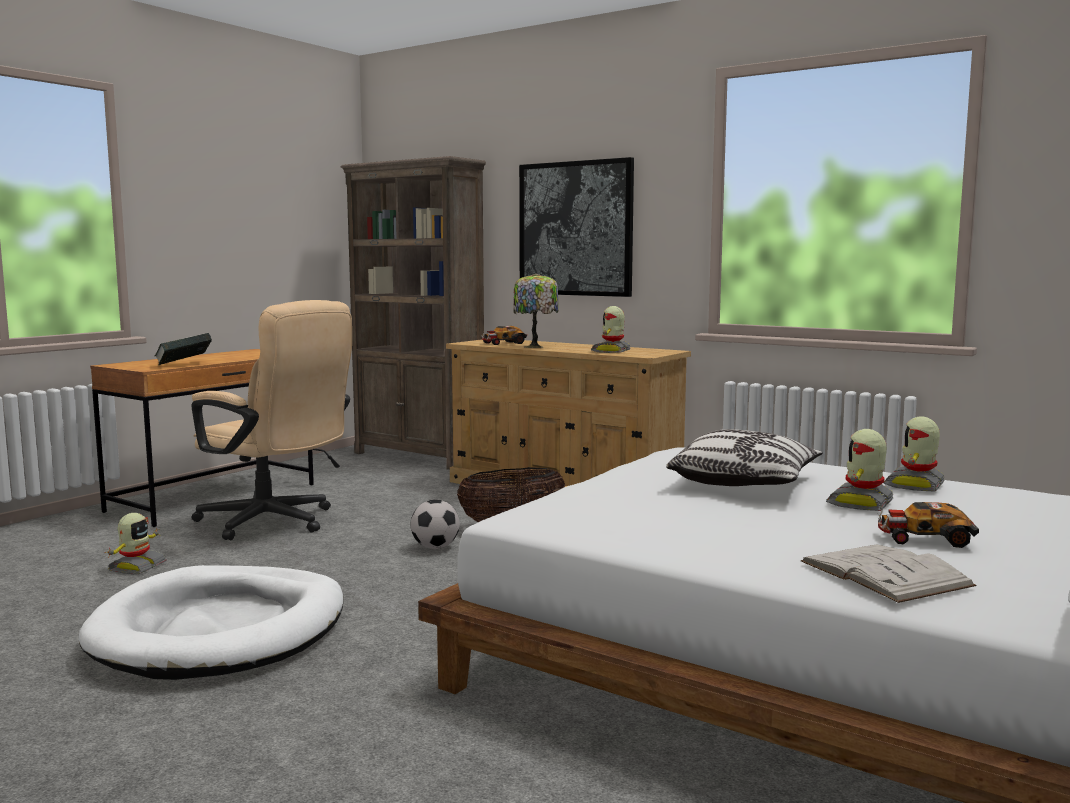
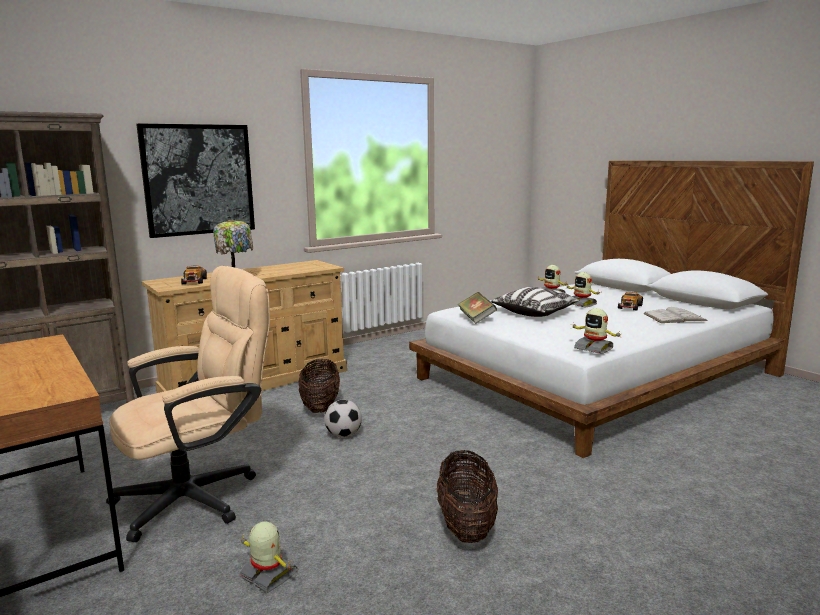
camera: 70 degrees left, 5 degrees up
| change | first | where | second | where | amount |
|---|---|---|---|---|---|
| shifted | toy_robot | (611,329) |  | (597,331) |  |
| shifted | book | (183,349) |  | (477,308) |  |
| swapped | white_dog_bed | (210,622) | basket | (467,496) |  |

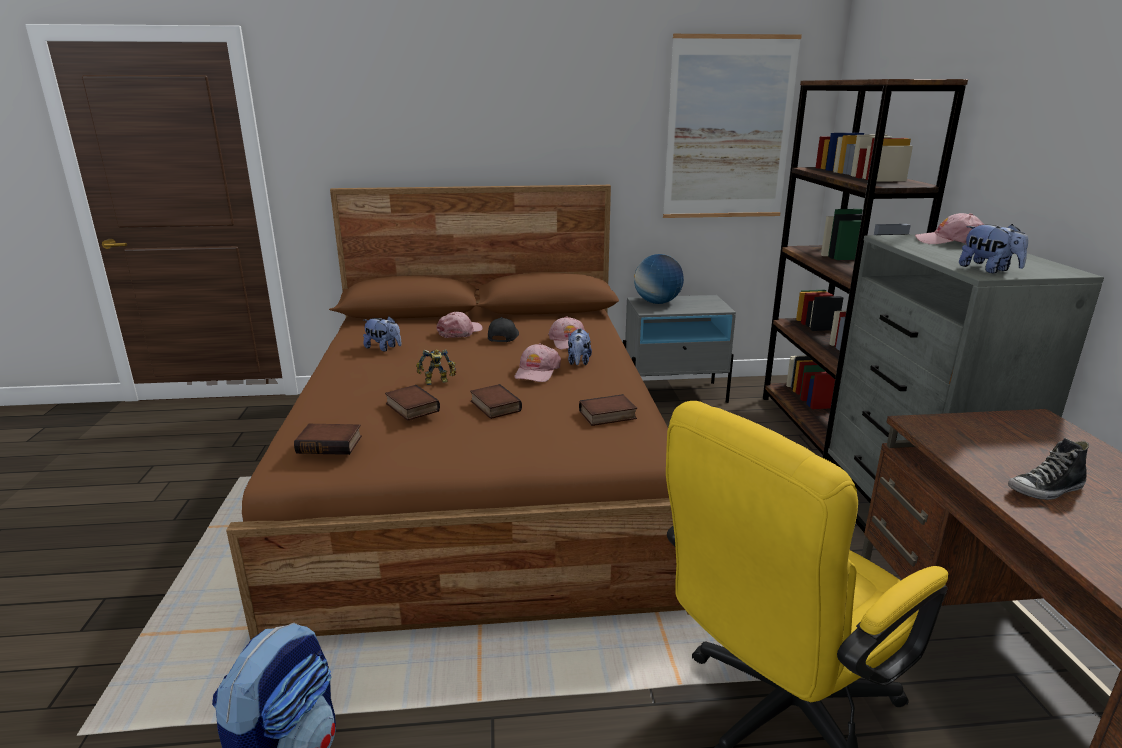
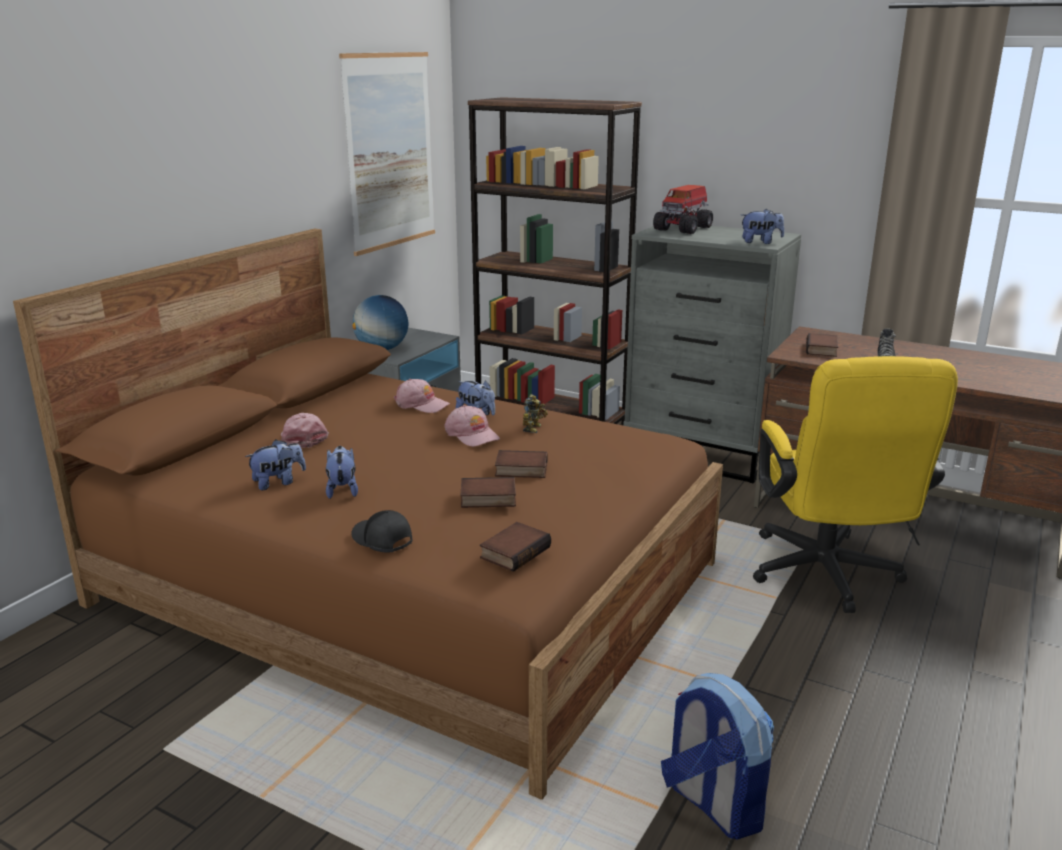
camera: 55 degrees left, 0 degrees up
| change | first | where | second | where | amount |
|---|---|---|---|---|---|
| swapped | pink_cap | (949,228) | toy_truck | (683,209) |  |
| shifted | black_cap | (503,329) |  | (381,531) |  |
| shifted | toy_robot | (436,367) |  | (535,413) |  |
| shifted | book | (608,410) |  | (822,345) |  |
| new |  |  | plush_toy | (342,472) |  |

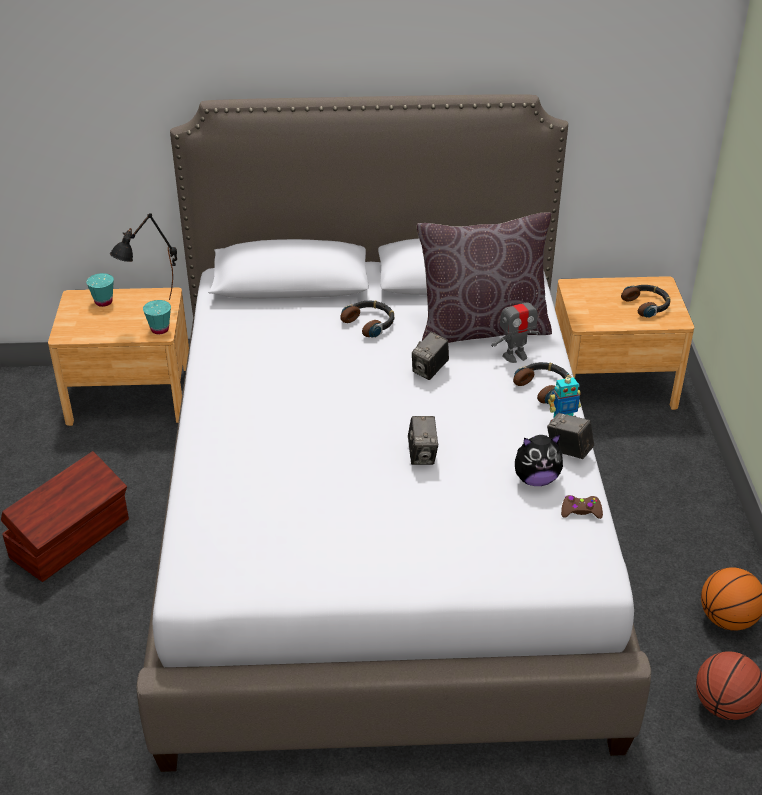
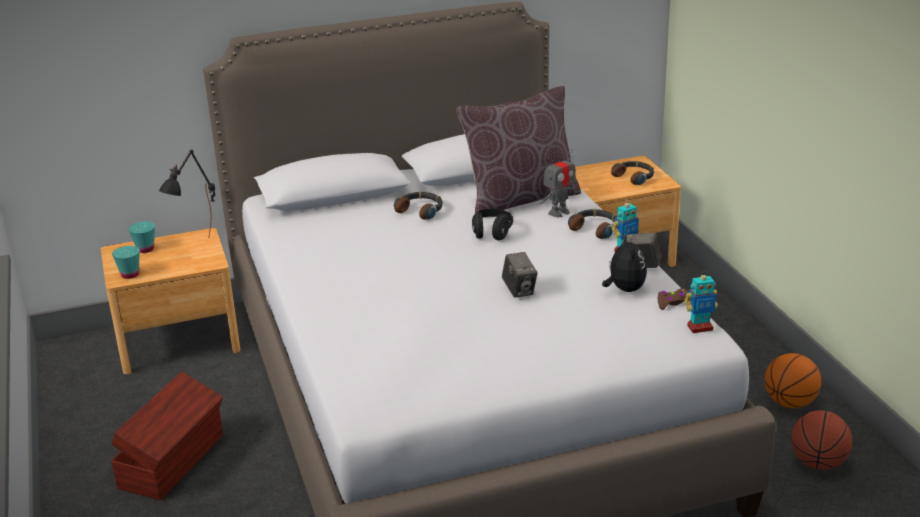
camera: 15 degrees left, 10 degrees down
| change | first | where | second | where | amount |
|---|---|---|---|---|---|
| shifted | turquoise_cup | (157,317) |  | (126,262) |  |
| swapped | photo_camera | (430,356) | black_headphones | (492,225) |  |
| rotated | plush_toy | (539,460) |  | (624,262) | 75 degrees counterclockwise |
| new |  |  | toy_robot | (701,301) |  |

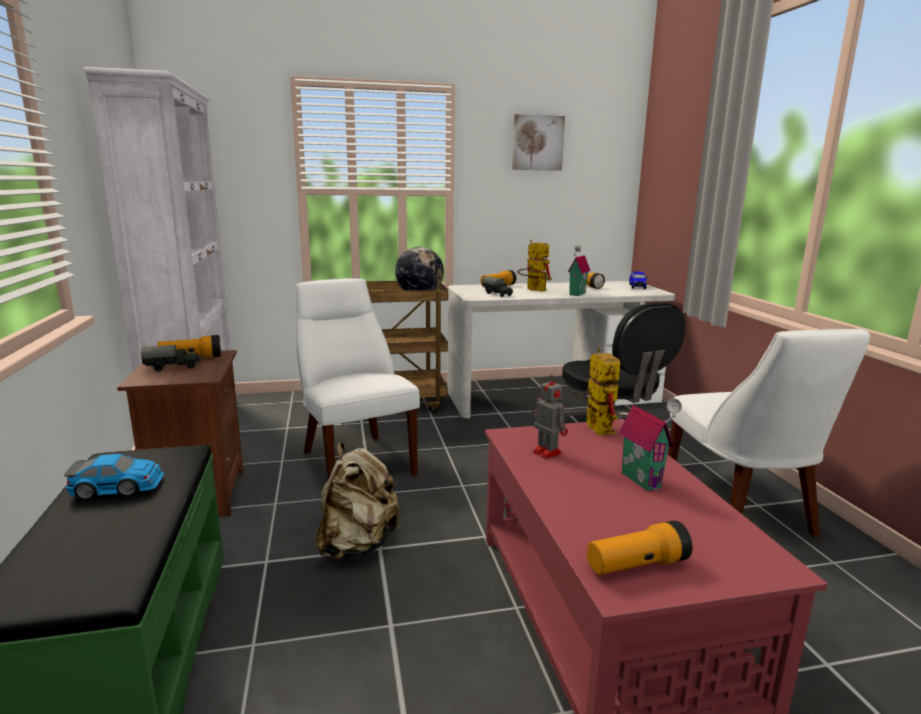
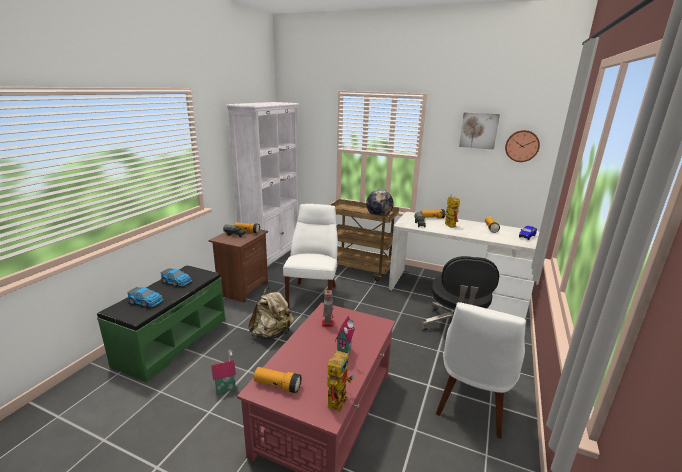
camera: 35 degrees right, 5 degrees up
| change | first | where | second | where | amount |
|---|---|---|---|---|---|
| shifted | toy_house | (579,270) |  | (223,371) |  |
| shifted | toy_robot | (596,391) |  | (340,379) |  |
| new |  |  | wall_clock | (522,146) |  |
| new |  |  | toy_car | (145,297) |  |

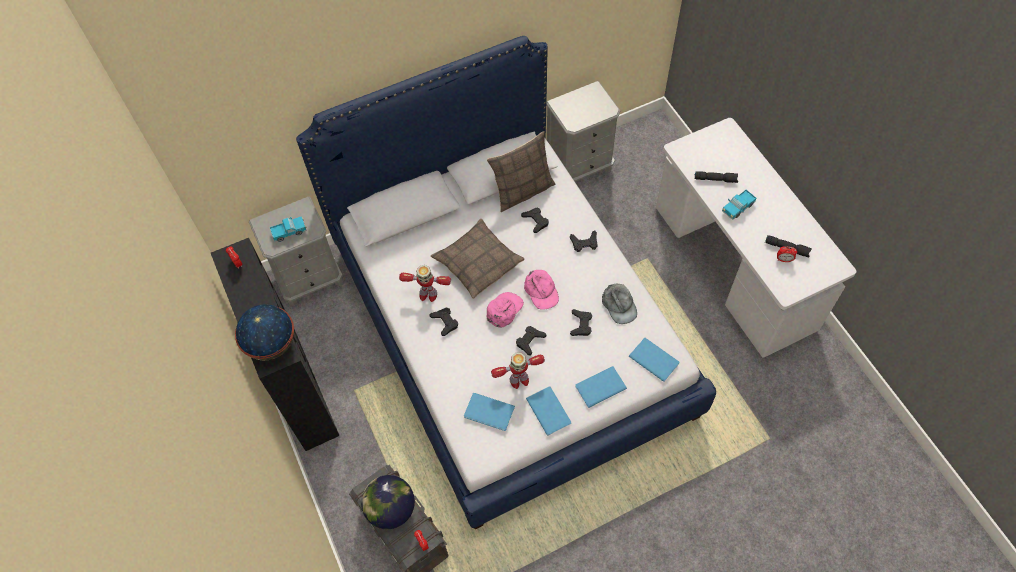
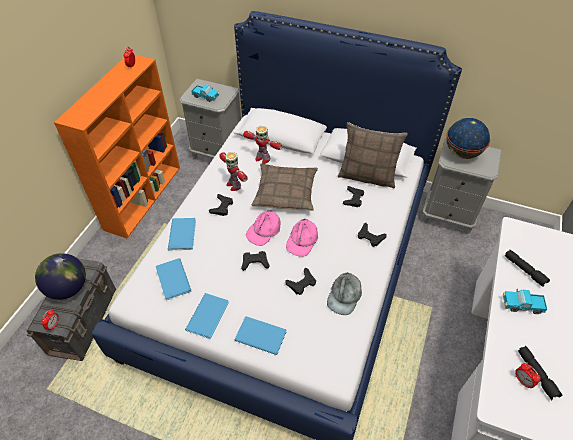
camera: 45 degrees right, 10 degrees down
| change | first | where | second | where | amount |
|---|---|---|---|---|---|
| repainted | black_bookcase | (275,344) | orange_bookcase | (117,146) |  |
| rotated | pink_cap | (505,310) |  | (263,228) | 135 degrees clockwise |
| shifted | globe | (264,332) |  | (468,138) |  |
| shifted | blue_book | (654,360) |  | (182,234) |  |
| shifted | toy_robot | (518,371) |  | (262,145) |  |

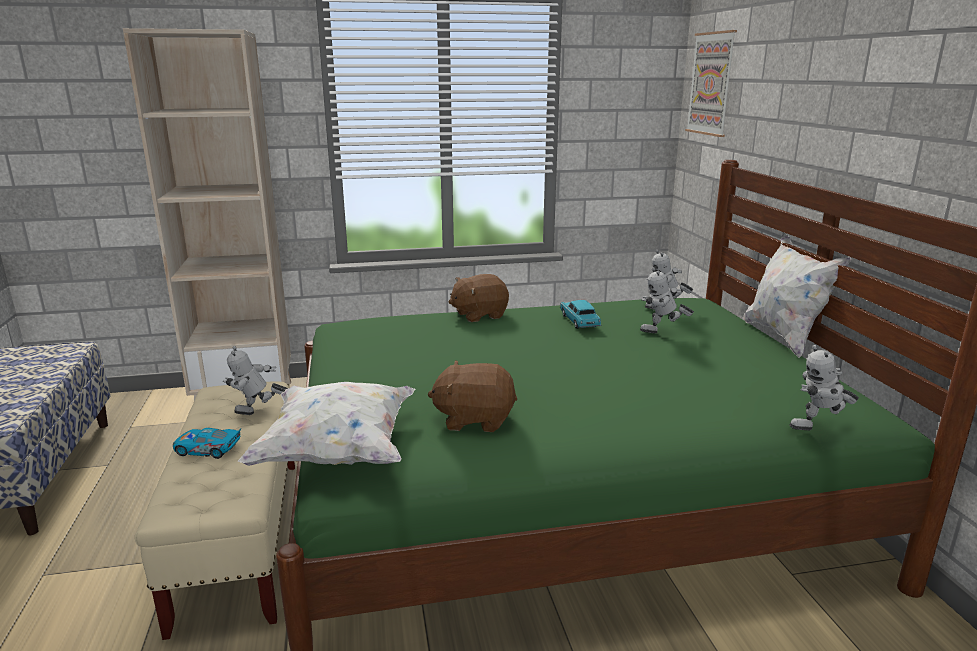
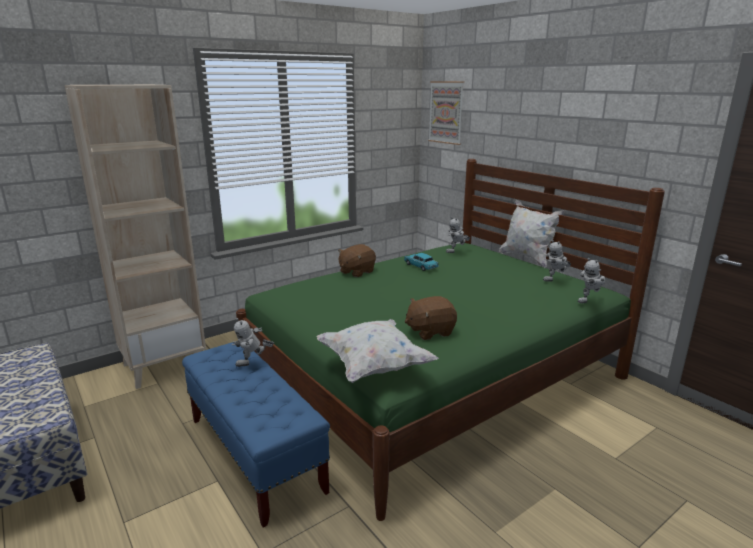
camera: 25 degrees left, 0 degrees up
| change | first | where | second | where | amount |
|---|---|---|---|---|---|
| shifted | toy_robot | (667,300) |  | (557,261) |  |
| repainted | beige_bench | (214,511) | blue_bench | (256,434) |  |
| gone | toy_car | (207,443) |  |  |  |

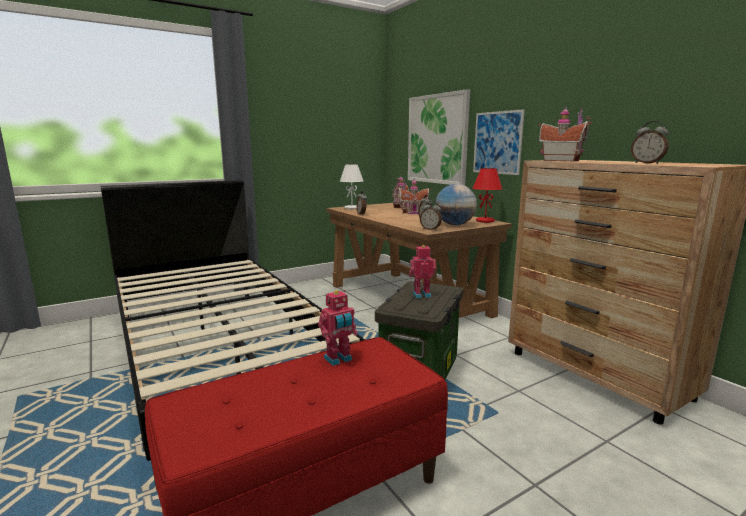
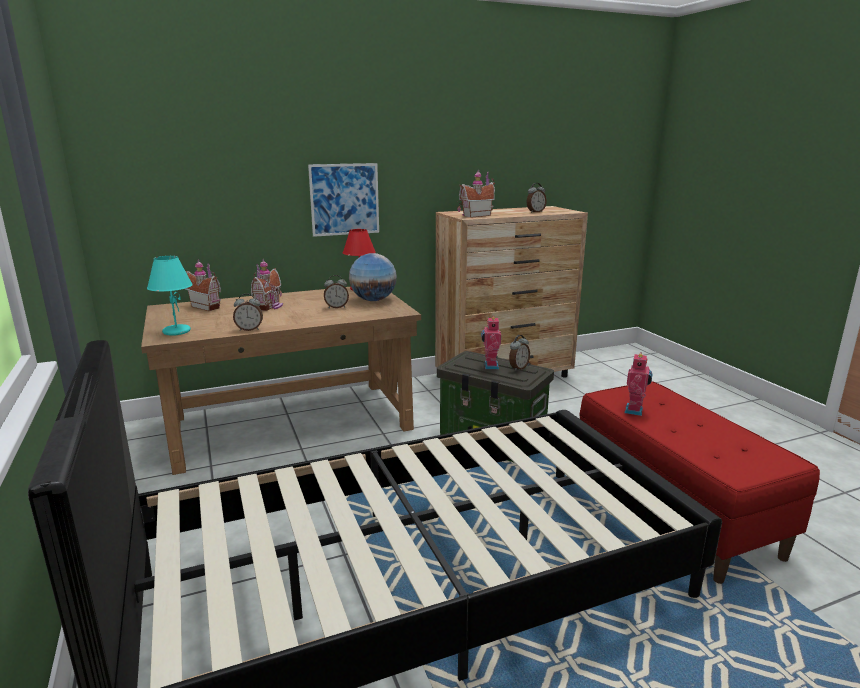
camera: 80 degrees left, 5 degrees up
| change | first | where | second | where | amount |
|---|---|---|---|---|---|
| gone | picture | (439,137) |  |  |  |
| repainted | white_table_lamp | (352,186) | turquoise_table_lamp | (170,296) |  |
| shifted | alarm_clock | (431,215) |  | (519,353) |  |
| rotated | toy_robot | (338,328) |  | (638,384) | 45 degrees clockwise |

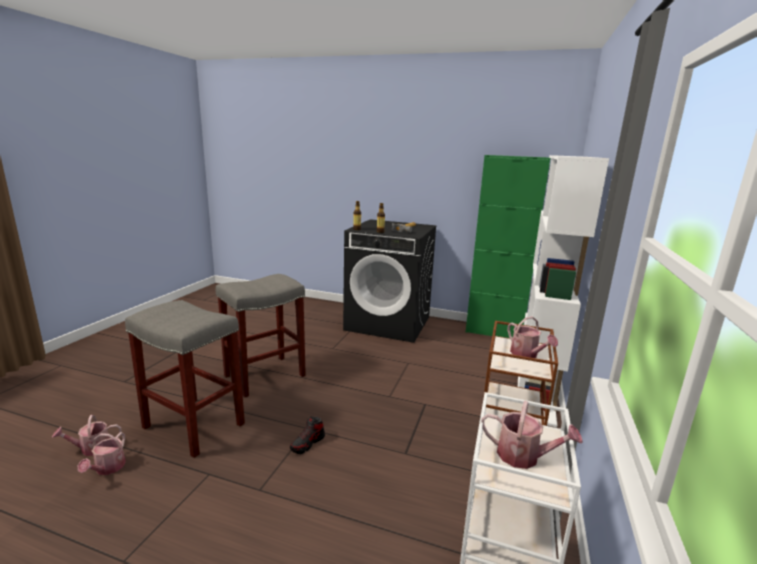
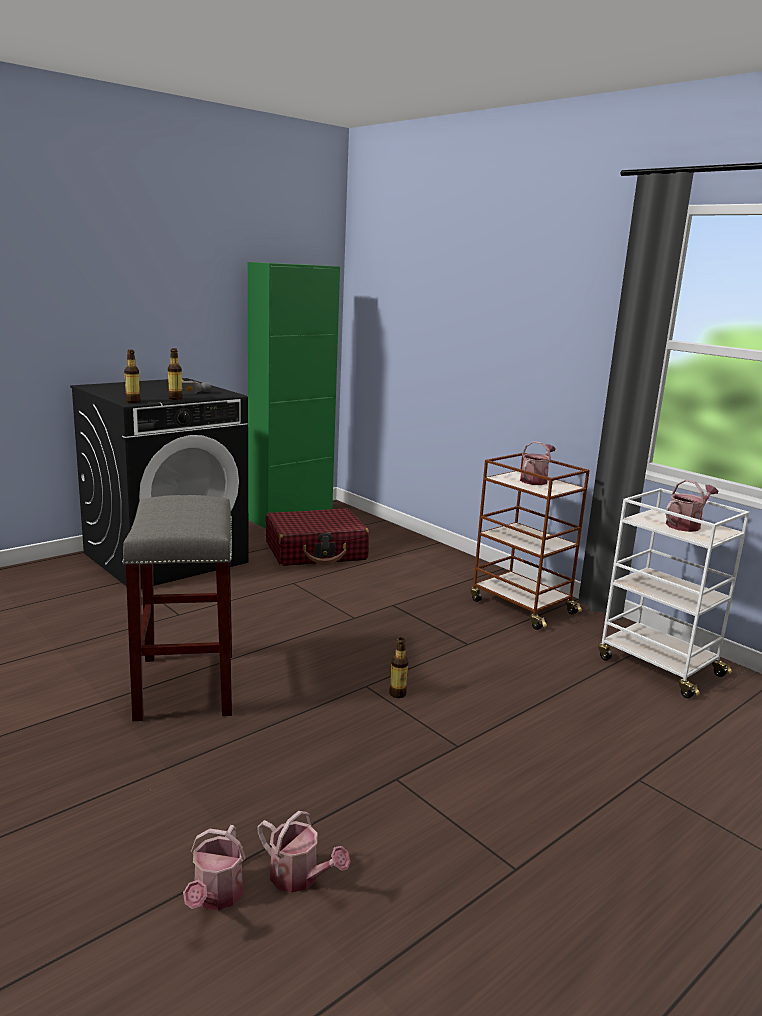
camera: 60 degrees left, 0 degrees up
| change | first | where | second | where | amount |
|---|---|---|---|---|---|
| gone | white_bookcase | (563,291) |  |  |  |
| gone | grey_stool | (185,379) |  |  |  |
| rotated | watering_can | (532,337) |  | (538,463) | 60 degrees counterclockwise |
| swapped | shoe | (307,435) | bottle | (398,668) |  |
| new |  |  | red_suitcase | (317,537) |  |

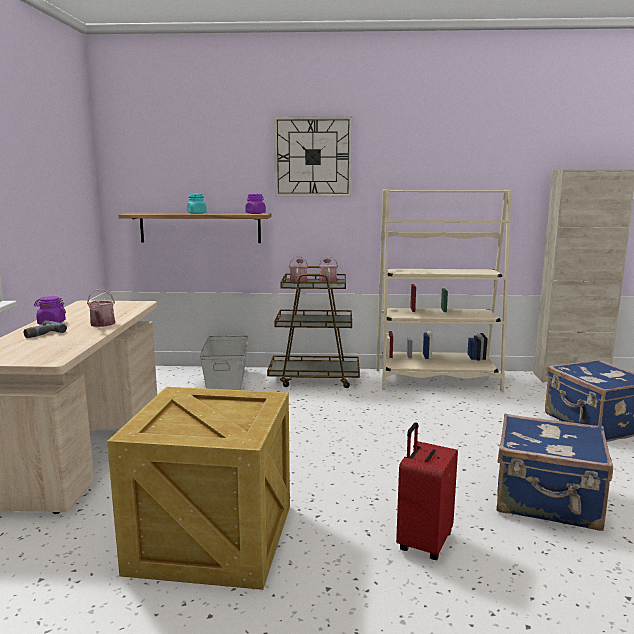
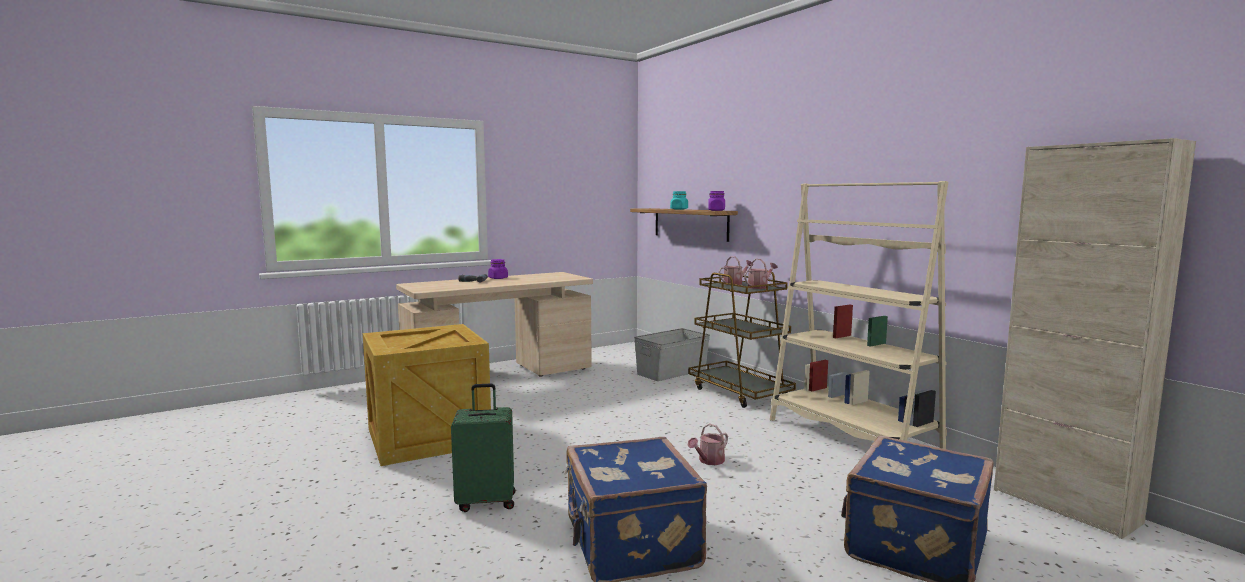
camera: 55 degrees right, 5 degrees down
| change | first | where | second | where | amount |
|---|---|---|---|---|---|
| gone | wall_clock | (313,156) |  |  |  |
| shifted | watering_can | (101,308) |  | (708,444) |  |
| repainted | red_suitcase | (427,491) | green_suitcase | (483,447) |  |

